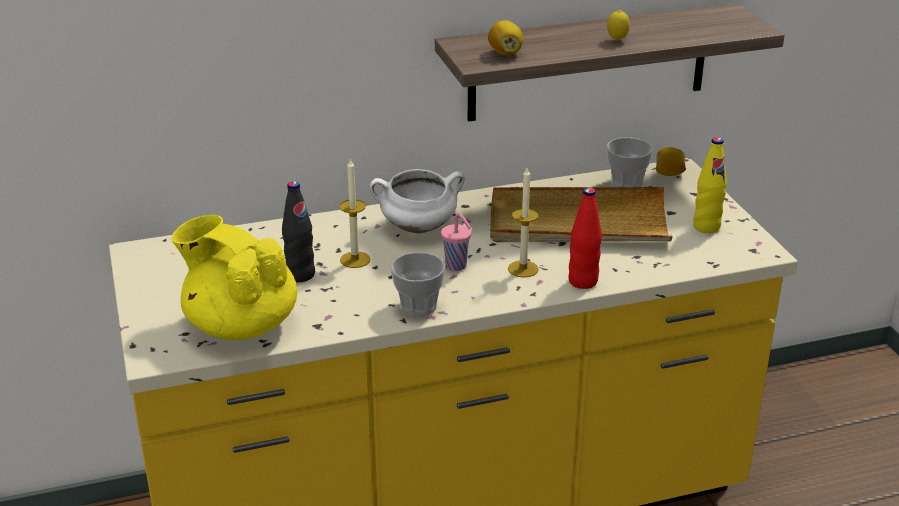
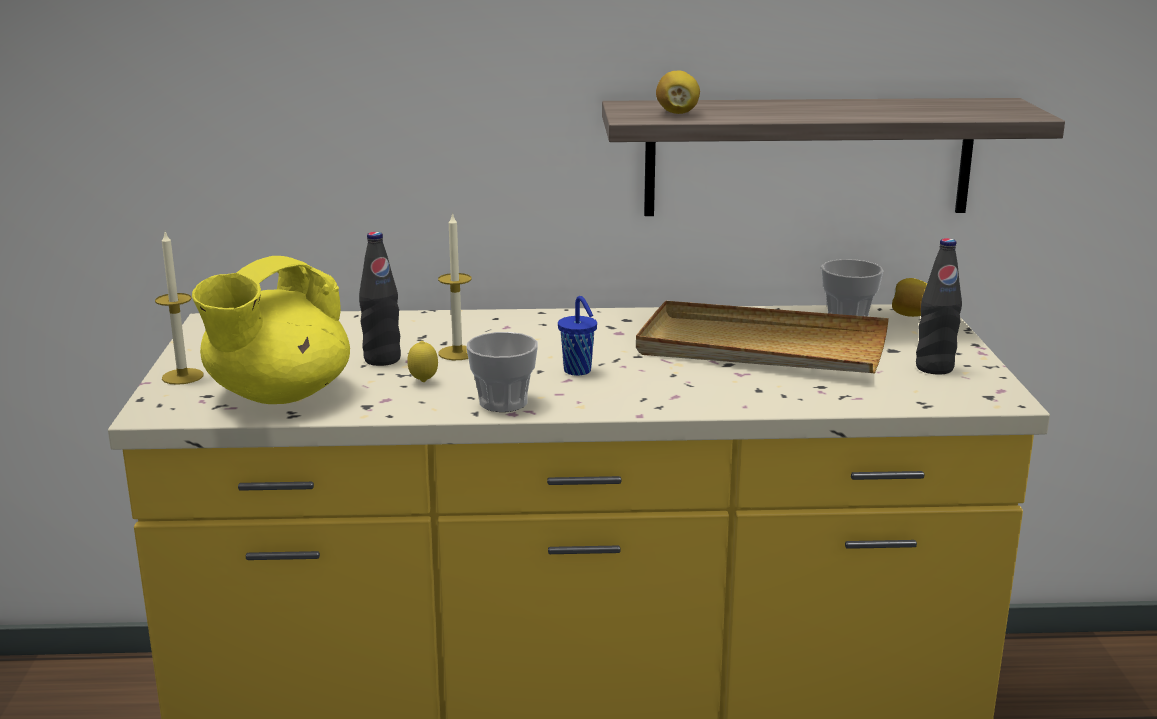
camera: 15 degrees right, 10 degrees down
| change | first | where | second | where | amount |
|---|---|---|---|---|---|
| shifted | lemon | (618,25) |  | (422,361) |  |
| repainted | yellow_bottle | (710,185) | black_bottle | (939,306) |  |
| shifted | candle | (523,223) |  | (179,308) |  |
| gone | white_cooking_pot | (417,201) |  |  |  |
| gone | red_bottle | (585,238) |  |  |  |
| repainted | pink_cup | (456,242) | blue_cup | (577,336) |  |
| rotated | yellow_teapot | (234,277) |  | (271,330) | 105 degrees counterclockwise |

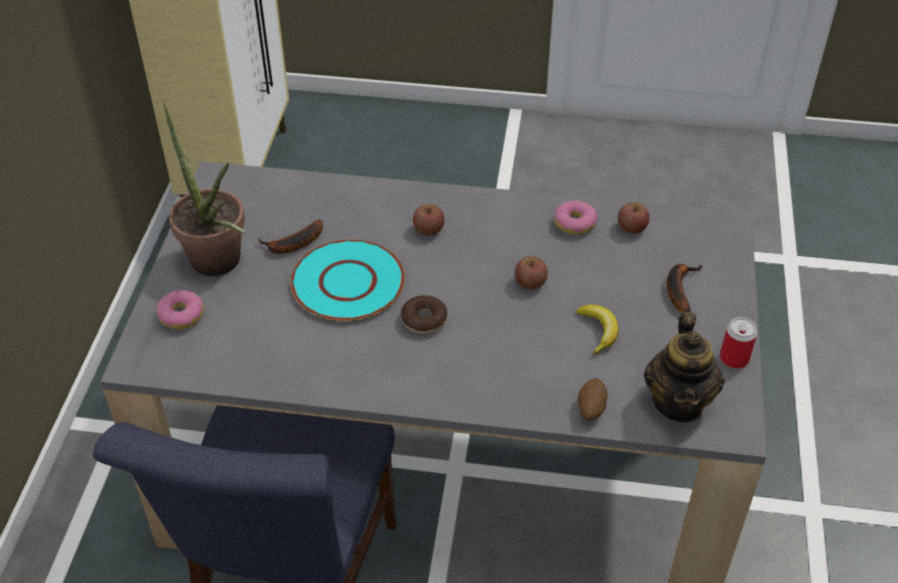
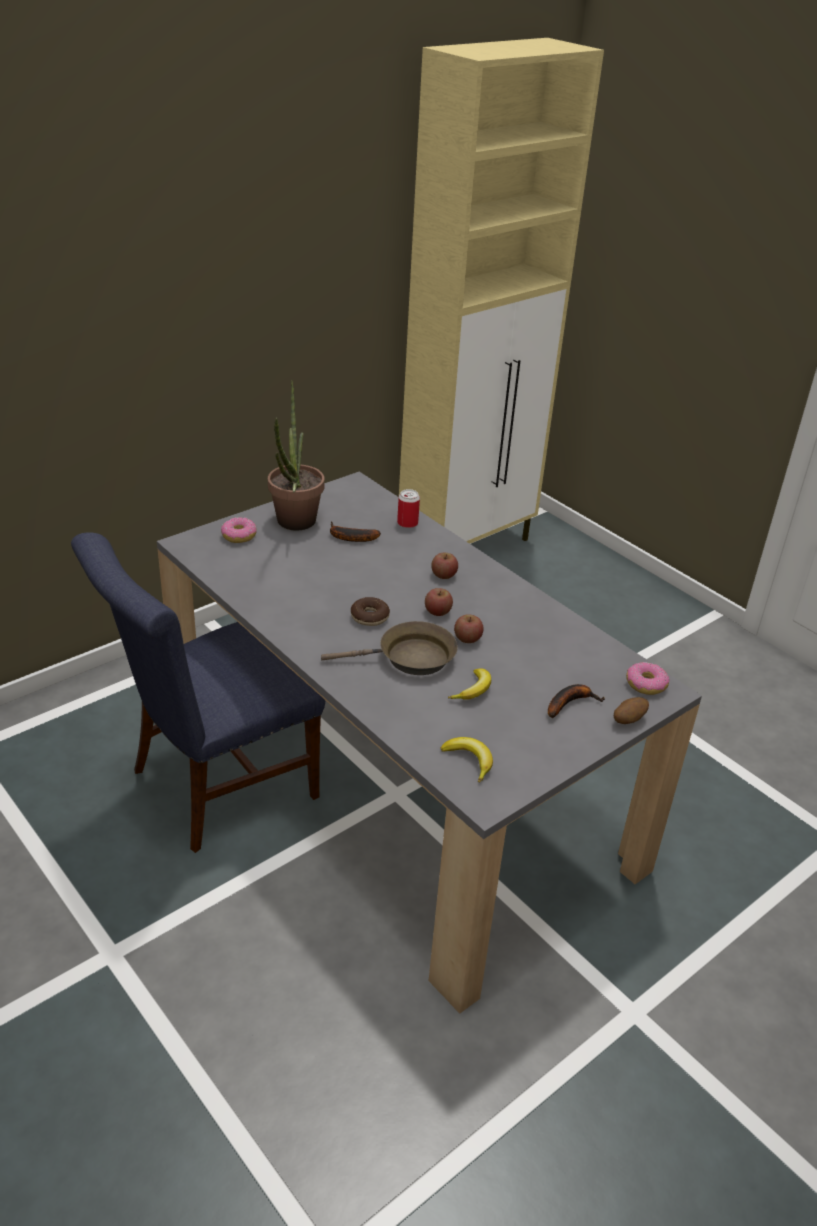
camera: 40 degrees right, 10 degrees down
| change | first | where | second | where | amount |
|---|---|---|---|---|---|
| shifted | donut | (575,217) |  | (648,678) |  |
| shifted | apple | (634,218) |  | (439,602) |  |
| gone | turquoise_plate | (348,280) |  |  |  |
| swapped | teapot | (684,367) | banana | (467,760) |  |
| shifted | can | (738,343) |  | (408,508) |  |
| shifted | potato | (592,399) |  | (631,710) |  |
| new |  |  | brown_frying_pan | (389,648) |  |

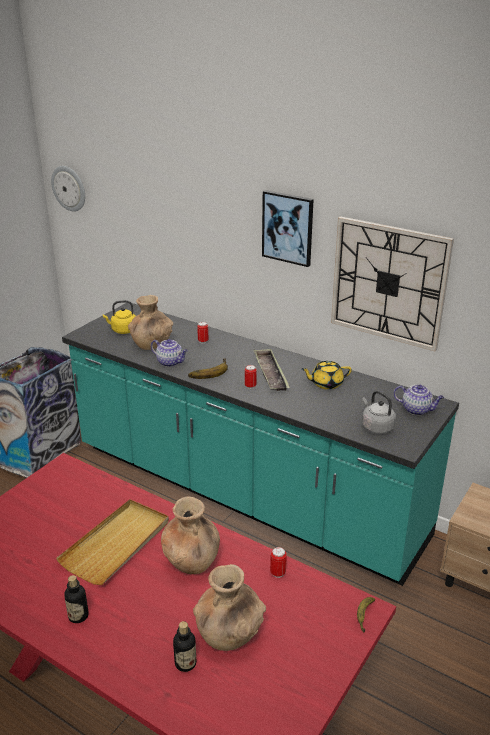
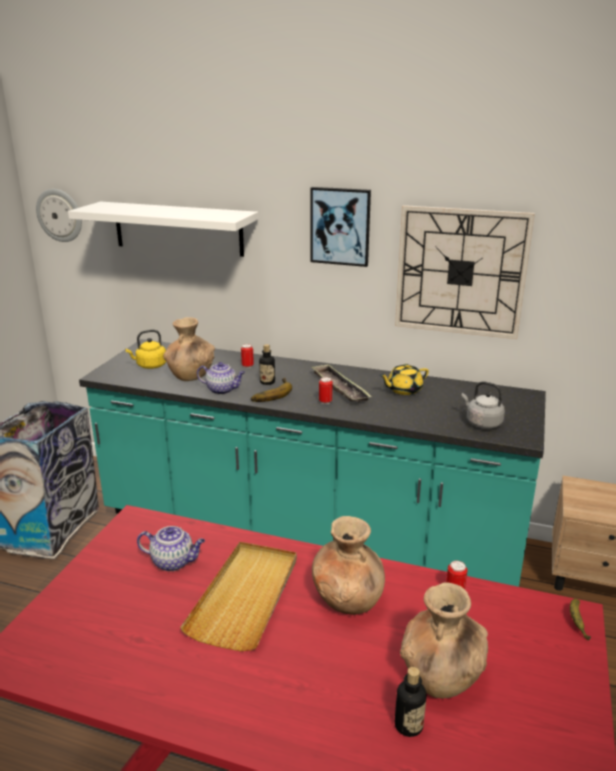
camera: 15 degrees left, 5 degrees down
| change | first | where | second | where | amount |
|---|---|---|---|---|---|
| shifted | teapot | (419,400) |  | (171,548) |  |
| shifted | bottle | (76,599) |  | (267,364) |  |
| new |  |  | white_shelf | (163,229) |  |

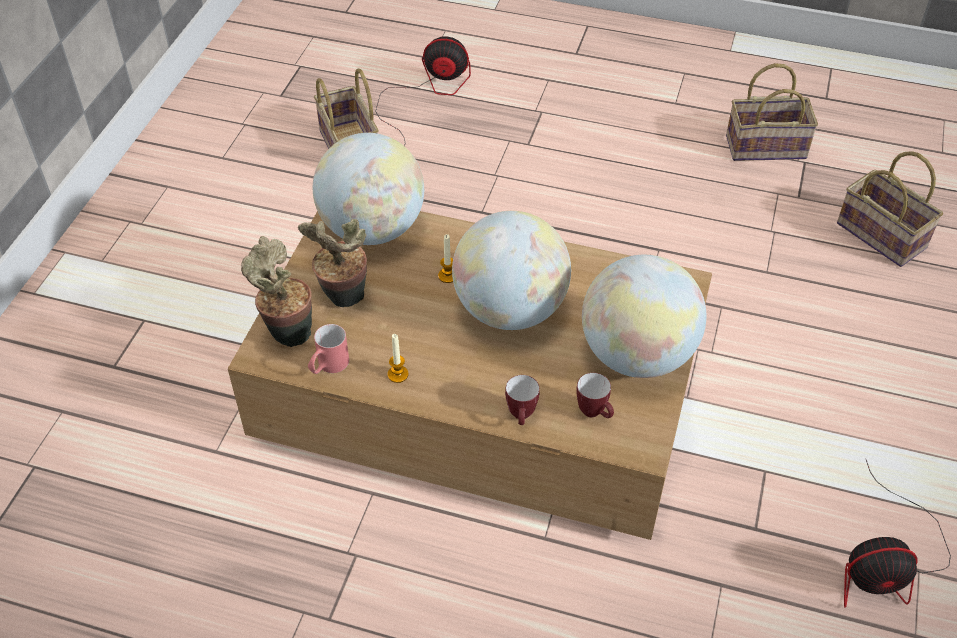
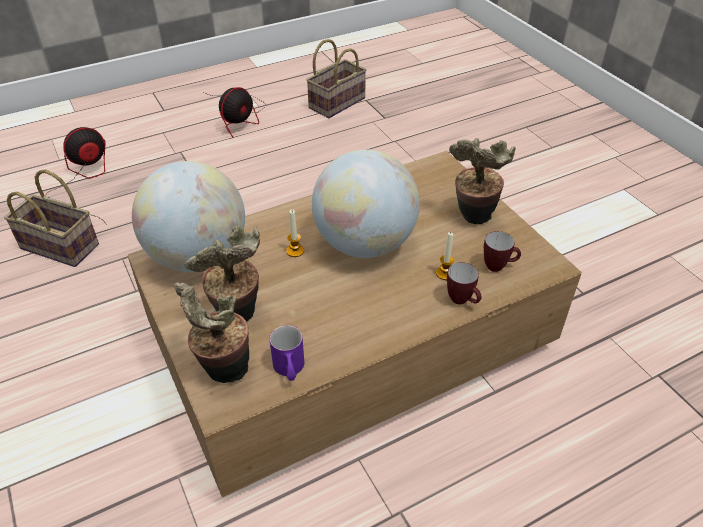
camera: 45 degrees left, 5 degrees down
| change | first | where | second | where | amount |
|---|---|---|---|---|---|
| gone | basket | (890,209) |  |  |  |
| swapped | globe | (644,316) | potted_plant | (482,181) |  |
| repainted | red_mug | (328,349) | purple_mug | (287,353) |  |
| shifted | candle | (398,358) |  | (445,256) |  |
| shifted | fan | (897,534) |  | (234,112) |  |

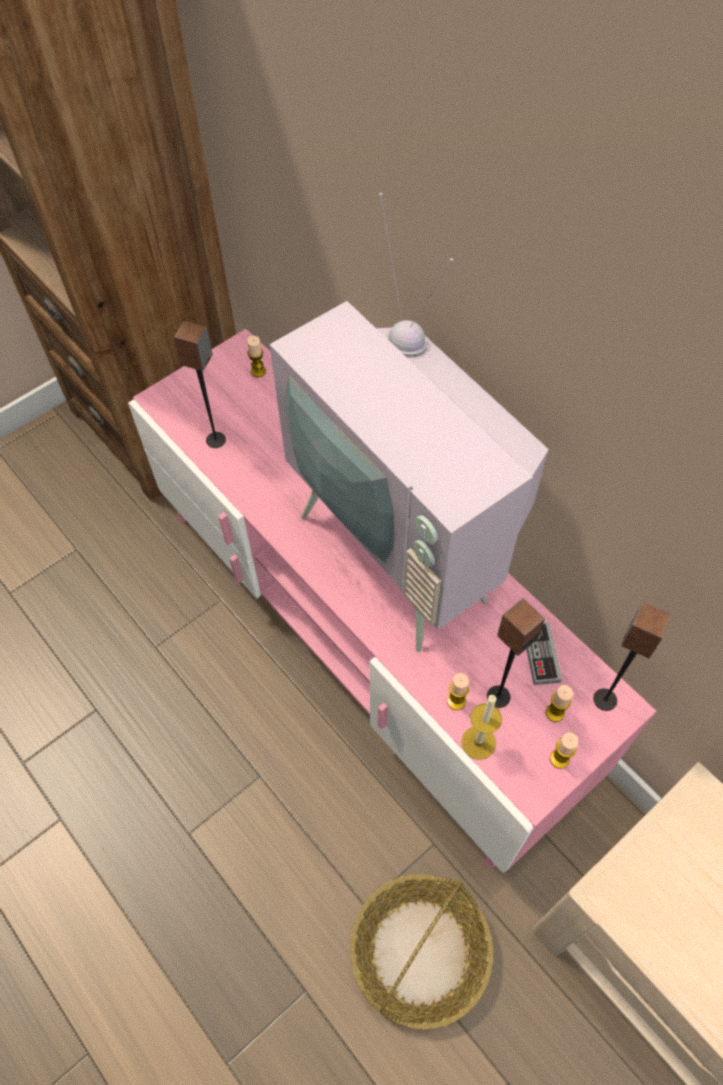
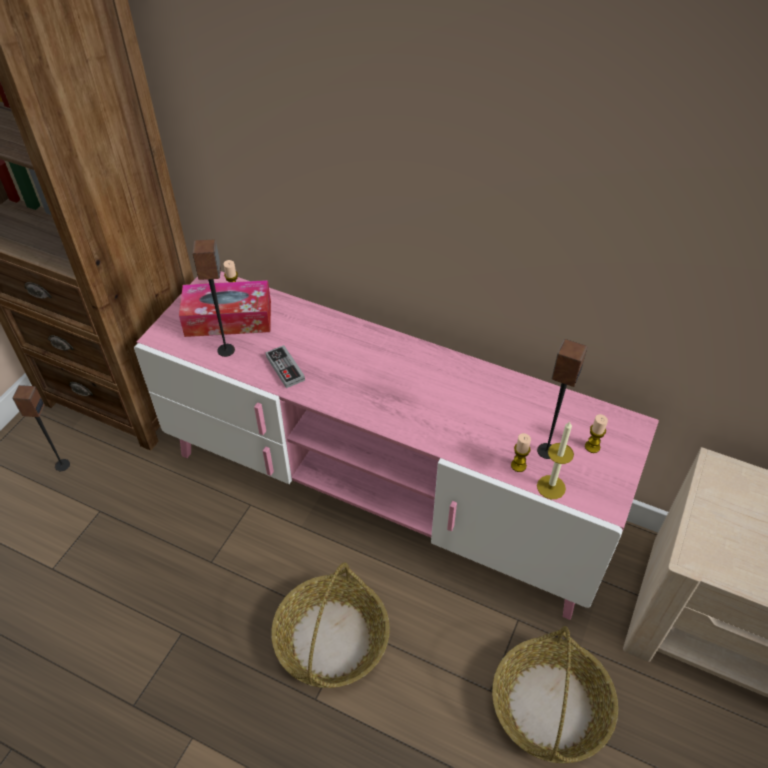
camera: 25 degrees left, 10 degrees down
| change | first | where | second | where | amount |
|---|---|---|---|---|---|
| gone | television | (409,422) |  |  |  |
| shifted | speaker | (632,657) |  | (41,428) |  |
| shifted | game_controller | (544,653) |  | (285,366) |  |
| gone | candle | (564,750) |  |  |  |
| new |  |  | tissue_box | (225,308) |  |
| new |  |  | basket | (330,625) |  |

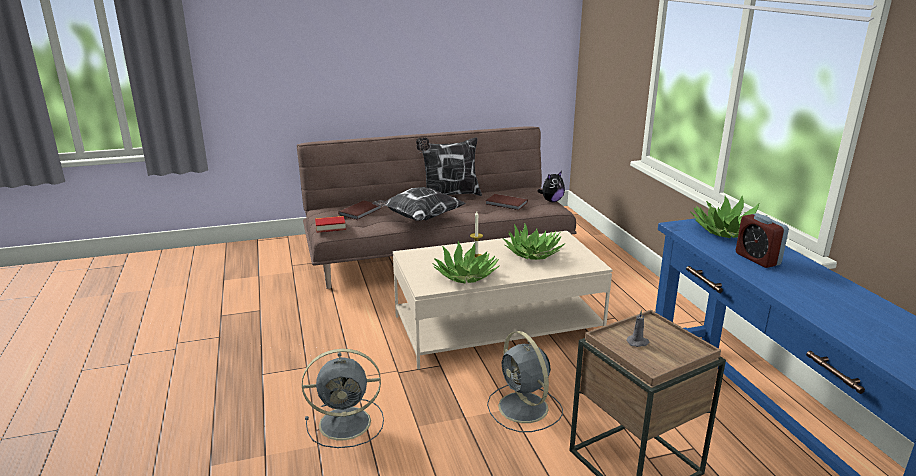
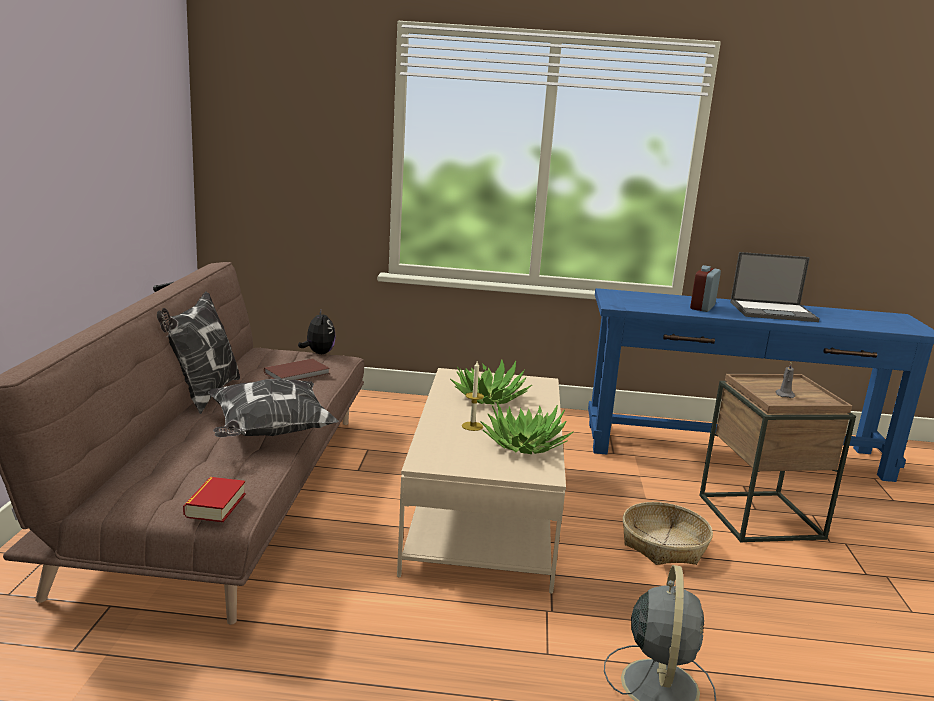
camera: 70 degrees left, 5 degrees down
| change | first | where | second | where | amount |
|---|---|---|---|---|---|
| gone | potted_plant | (729,217) |  |  |  |
| gone | brown_book | (359,210) |  |  |  |
| rotated | alarm_clock | (762,240) |  | (705,288) | 120 degrees clockwise |
| swapped | grey_fan | (525,381) | basket | (668,533) |  |
| new |  |  | laptop | (775,287) |  |

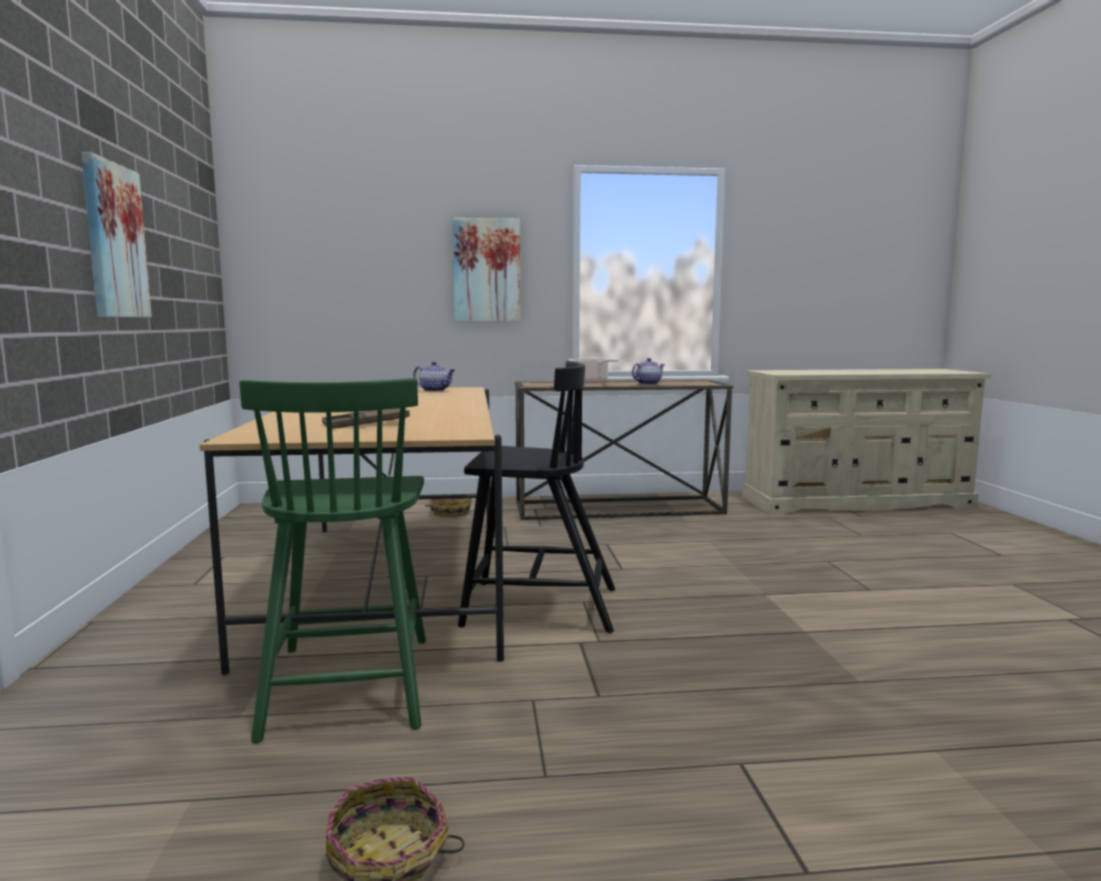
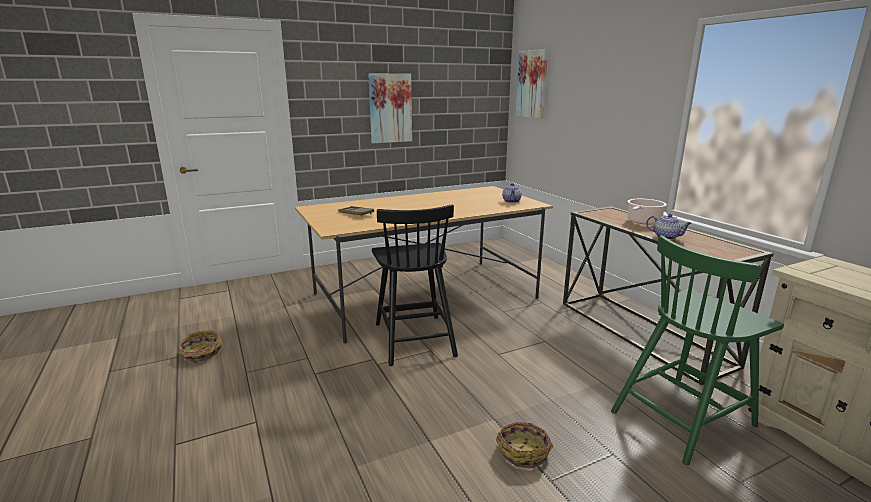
camera: 70 degrees right, 10 degrees up
| change | first | where | second | where | amount |
|---|---|---|---|---|---|
| shifted | picture | (486,270) |  | (532,84) |  |
| shifted | green_chair | (332,560) |  | (697,350) |  |
| shifted | basket | (448,505) |  | (524,445) |  |

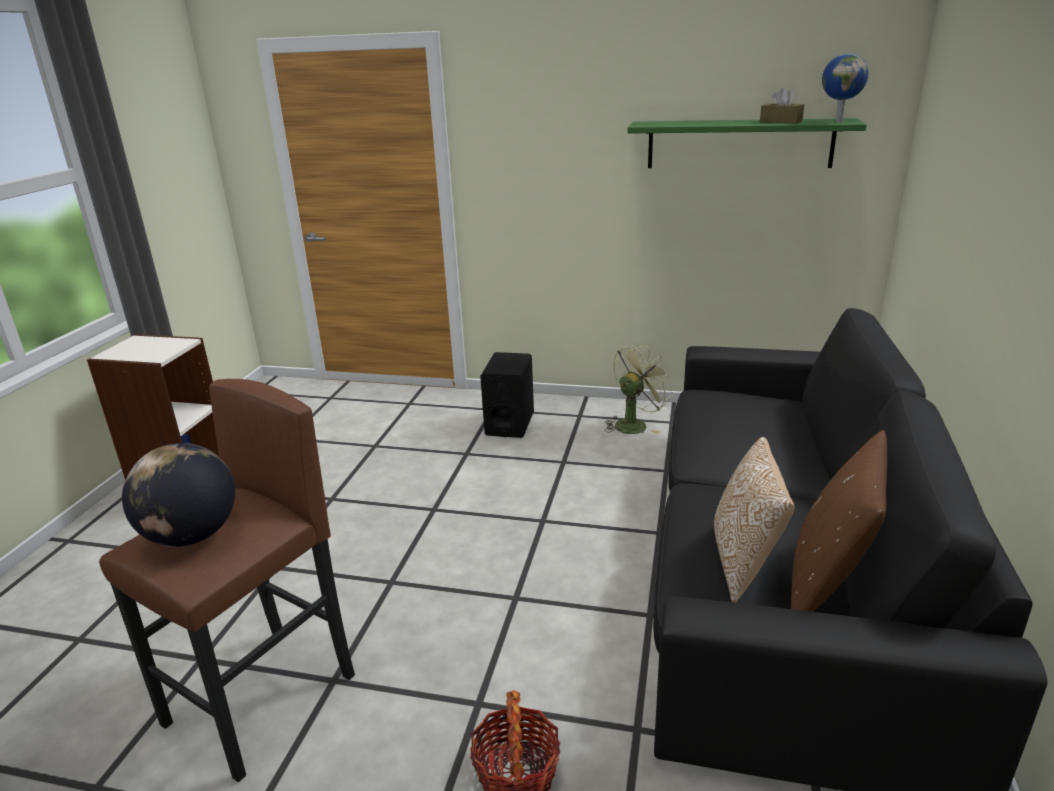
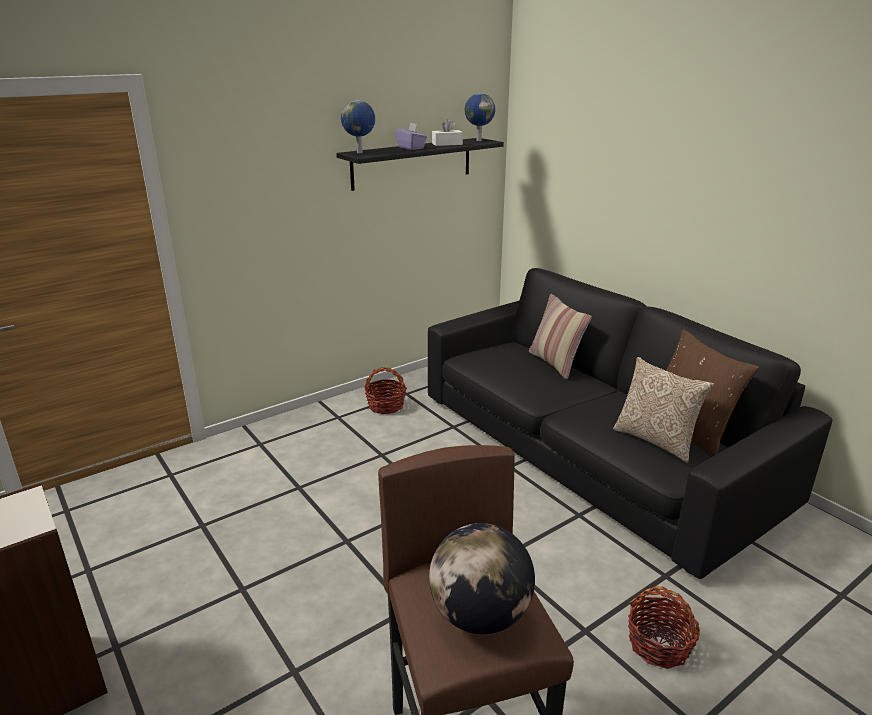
camera: 50 degrees left, 0 degrees up
| change | first | where | second | where | amount |
|---|---|---|---|---|---|
| repainted | brown_tissue_box | (782,105) | white_tissue_box | (447,132) |  |
| repainted | green_shelf | (747,143) | black_shelf | (420,164) |  |
| swapped | green_fan | (639,389) | basket | (385,390) |  |
| gone | black_speaker | (507,395) |  |  |  |
| new |  |  | globe | (358,126) |  |
| new |  |  | purple_tissue_box | (411,136) |  |
| new |  |  | pillow | (560,336) |  |

